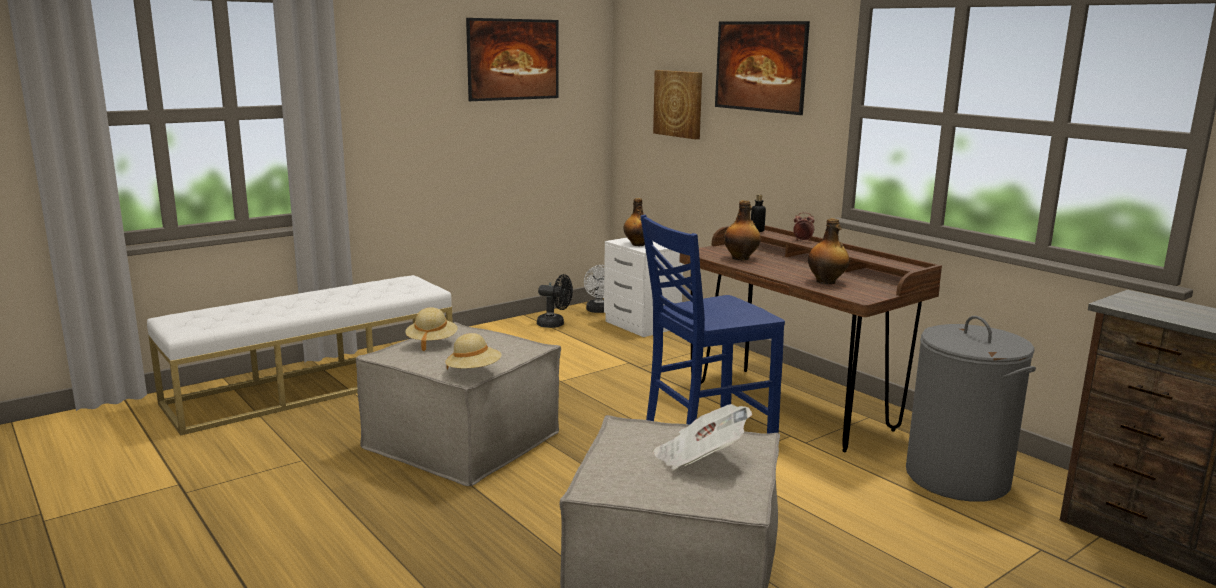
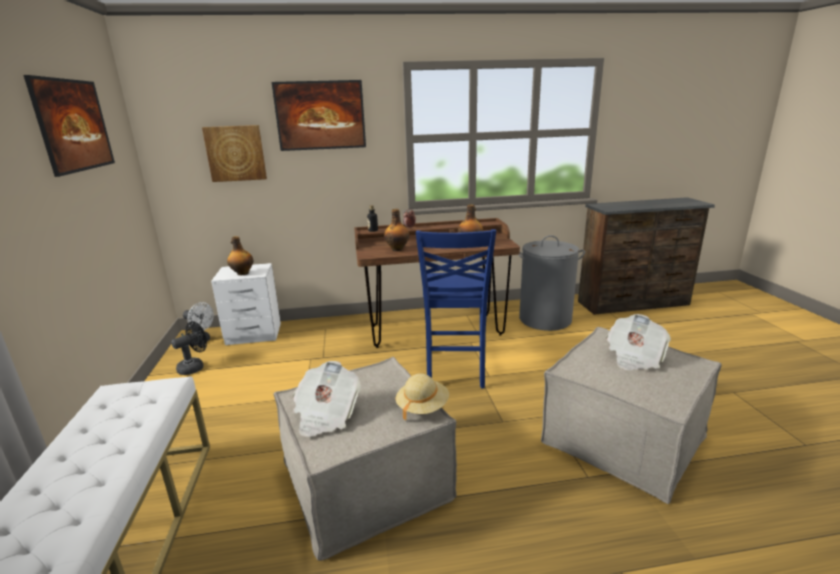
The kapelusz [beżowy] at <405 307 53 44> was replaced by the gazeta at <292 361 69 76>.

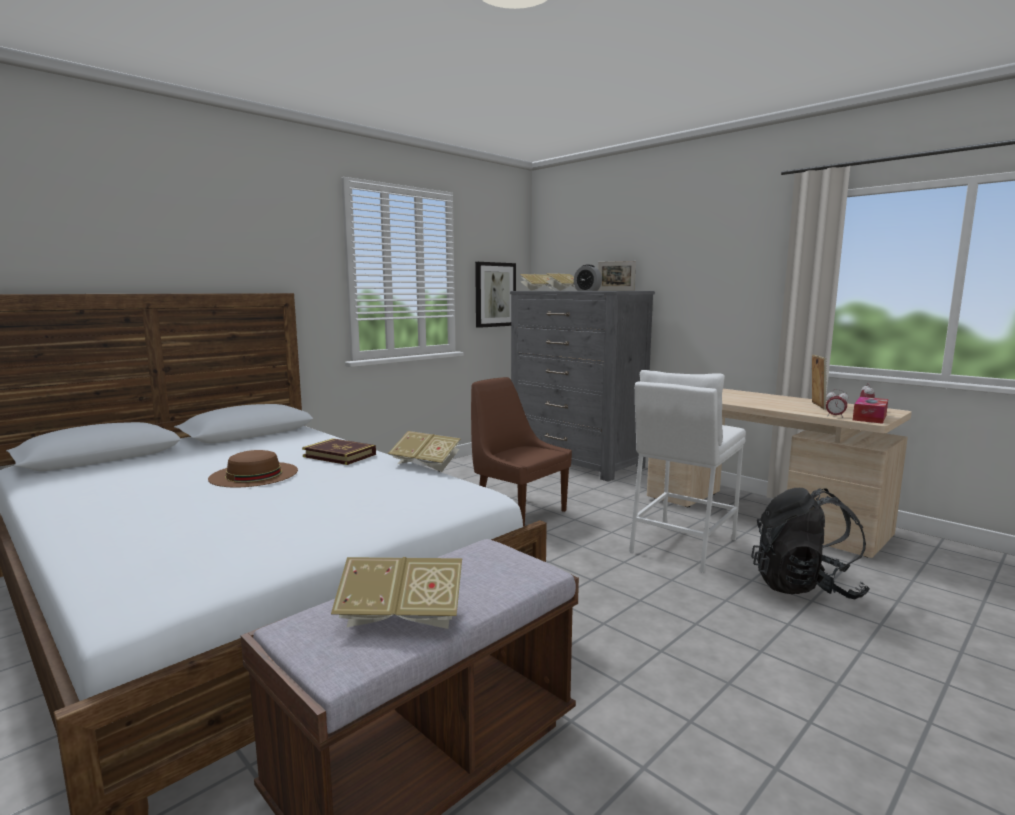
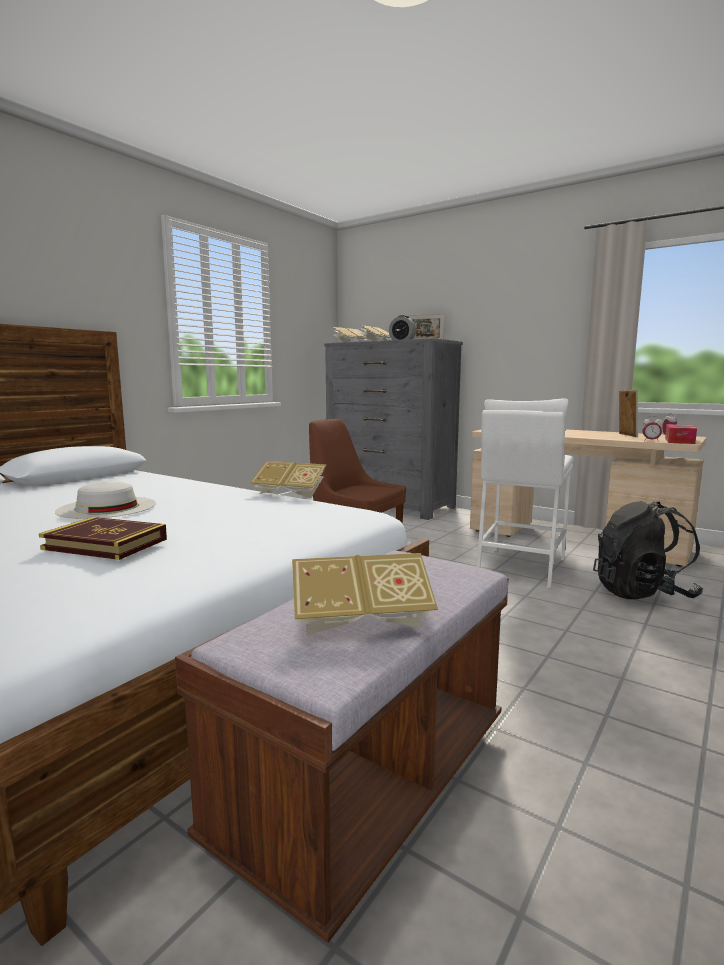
The książka moved from <302 438 74 27> to <39 517 128 43>. The kapelusz [brązowy] at <208 450 90 37> became the kapelusz [biały] at <55 481 101 38>. The obraz at <475 262 41 66> disappeared.

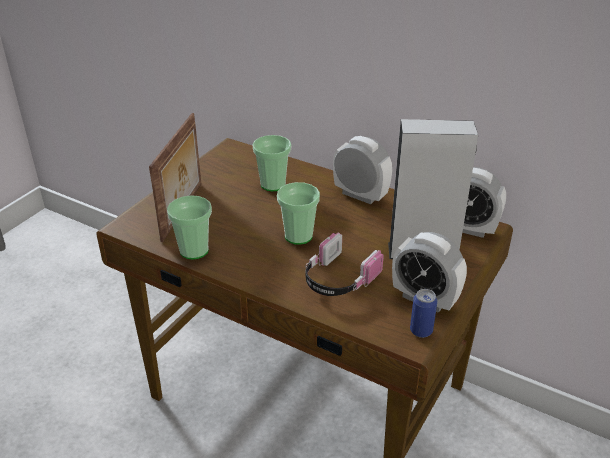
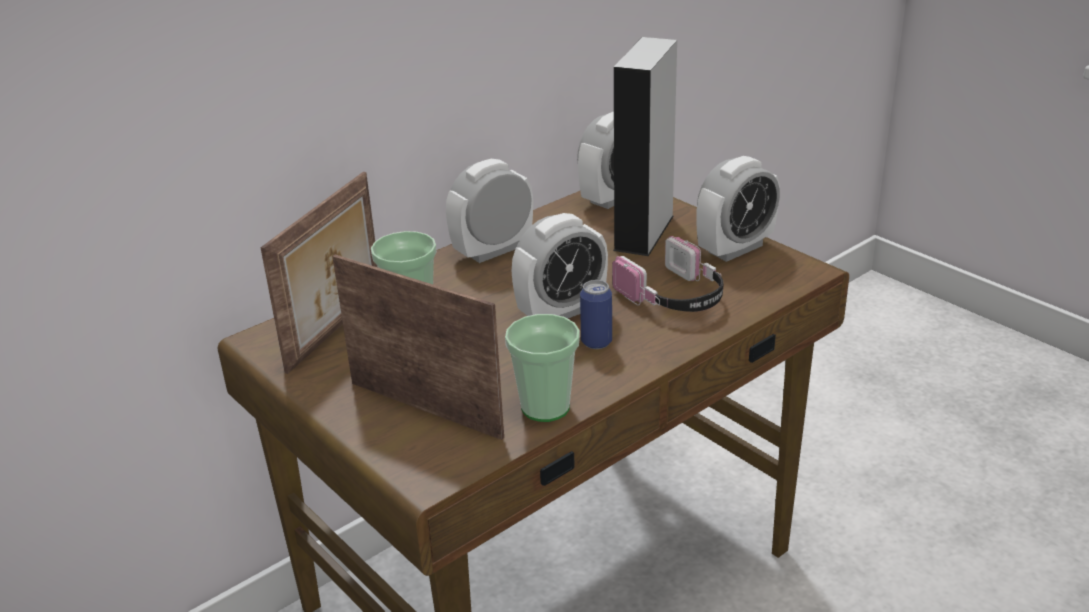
The ramka na zdjęcie at <260 172 117 202> appeared. The filiżanka at <277 182 43 63> was replaced by the budzik at <512 213 96 106>. The puszka moved from <410 289 28 49> to <580 280 32 69>.

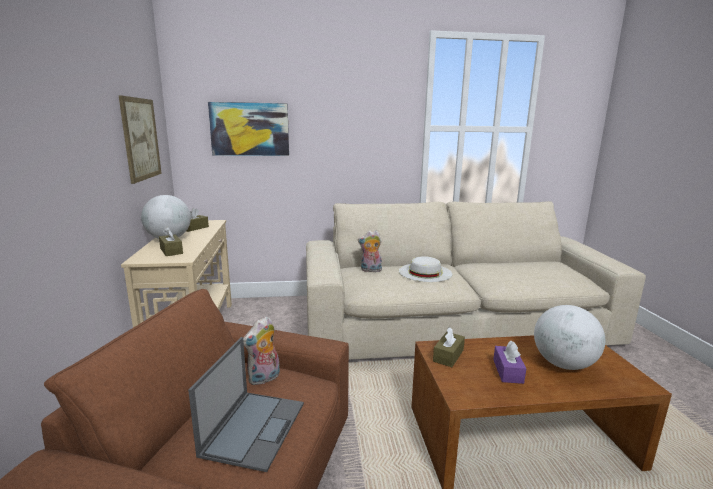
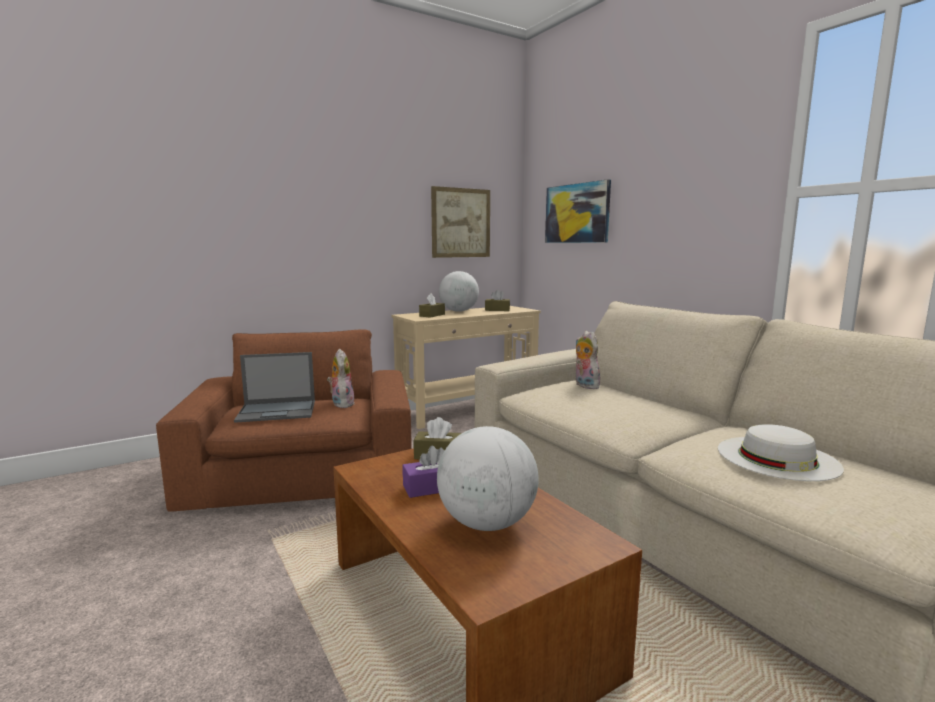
The pluszak at <243 316 37 69> turned 60 degrees clockwise. The kapelusz [biały] moved from <399 256 53 26> to <718 424 126 57>.

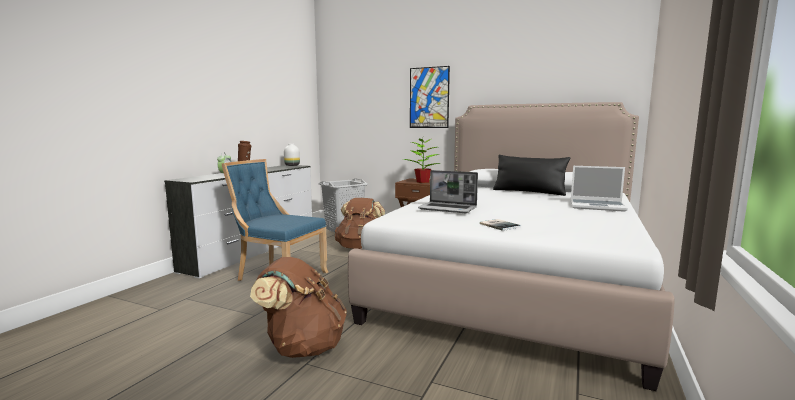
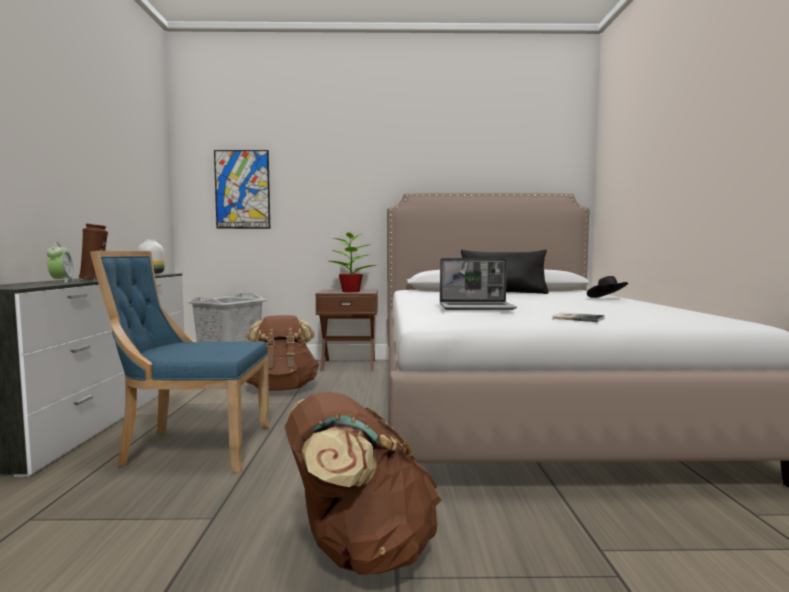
The obraz moved from <410 66 40 62> to <214 150 56 79>. The laptop at <571 166 57 46> was replaced by the kapelusz [czarny] at <587 276 41 22>.

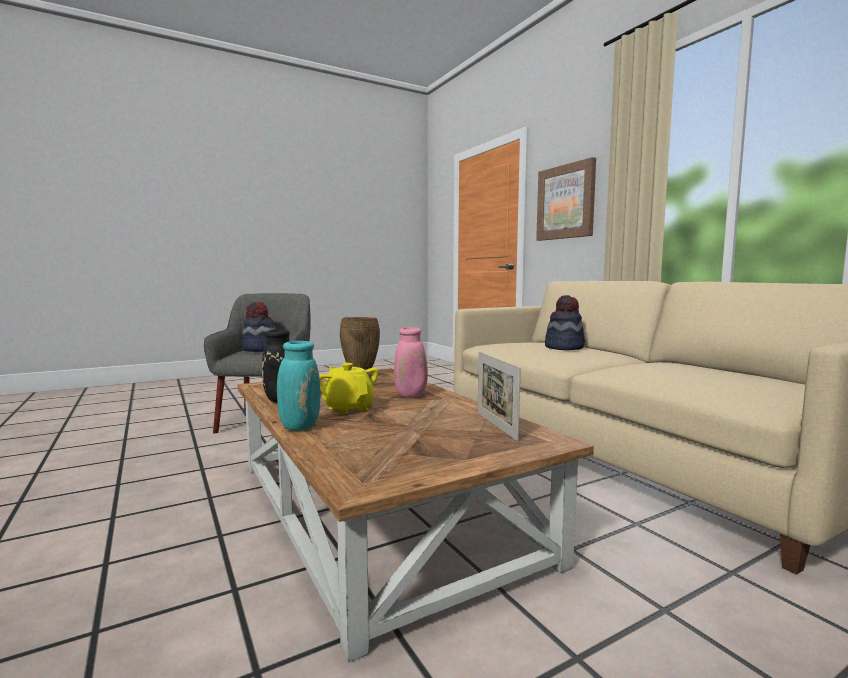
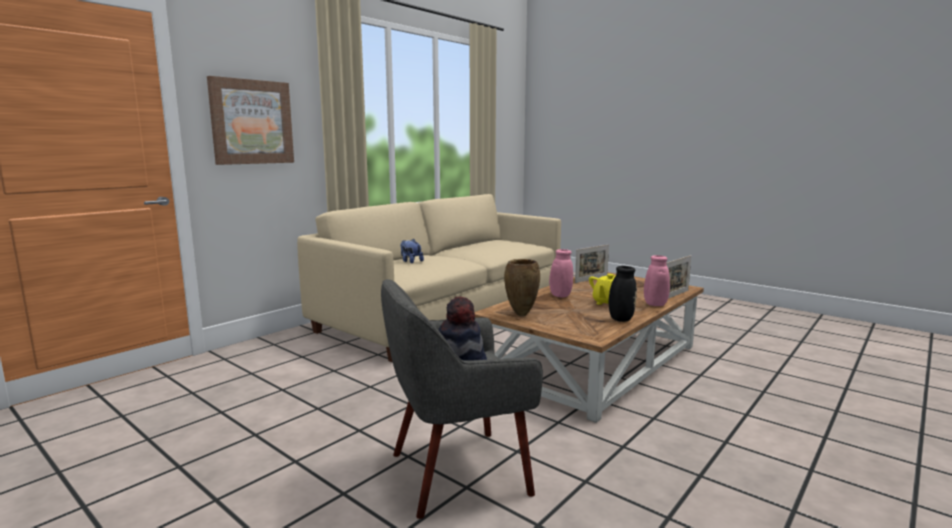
The kapelusz at <545 295 40 55> was replaced by the pluszak at <400 239 24 24>. The wazon [turkusowy] at <277 341 43 90> became the wazon [różowy] at <644 255 26 51>. The ramka na zdjęcie at <666 255 25 44> appeared.

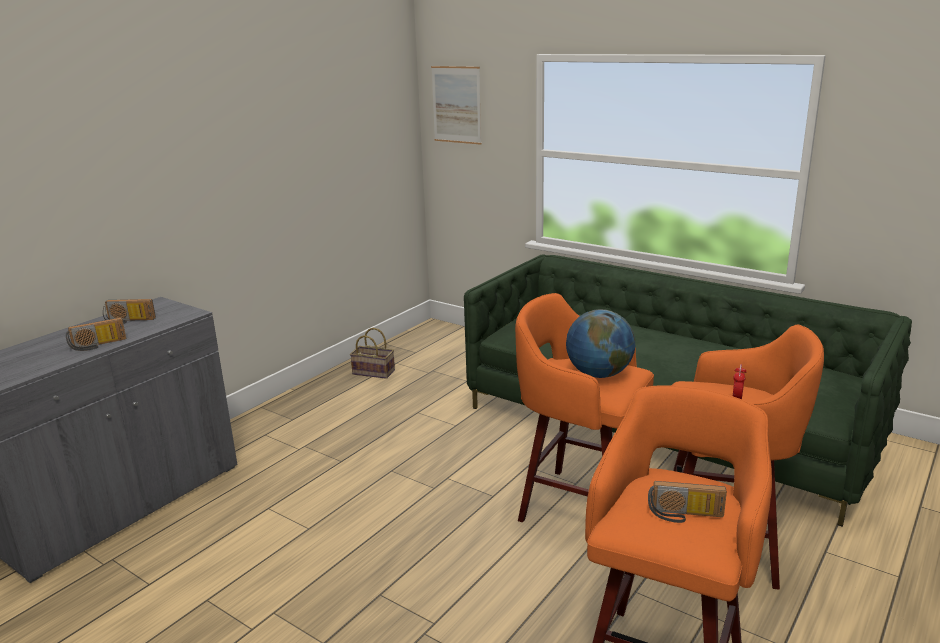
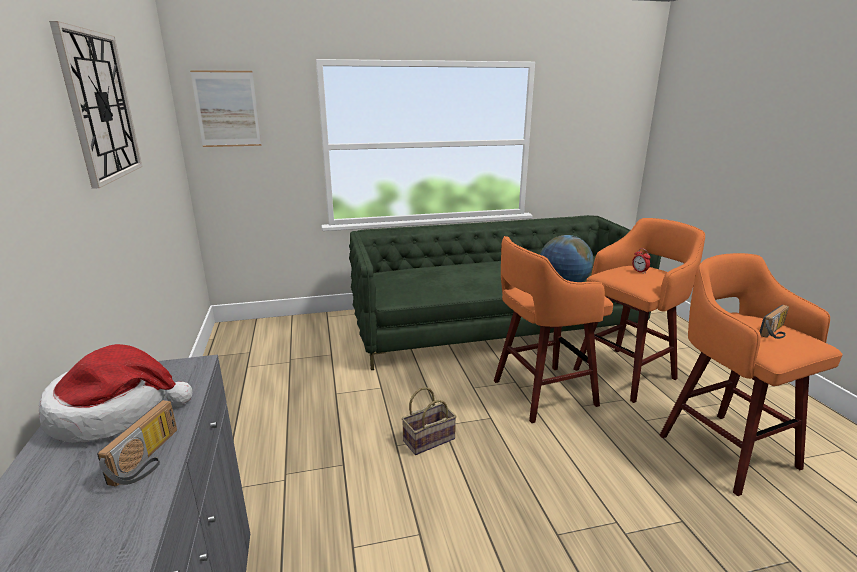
The radio at <103 299 53 25> was replaced by the kapelusz at <39 344 153 99>. The zegar ścienny at <49 21 93 168> appeared. The koszyk moved from <350 328 45 51> to <402 387 55 68>.

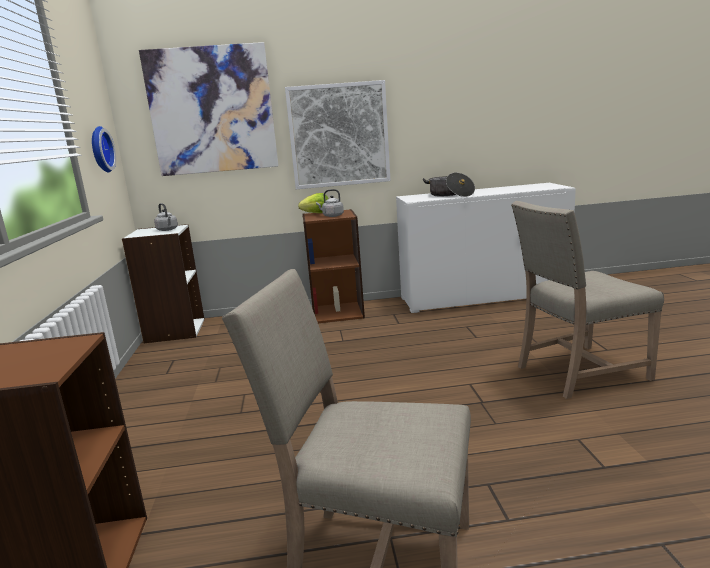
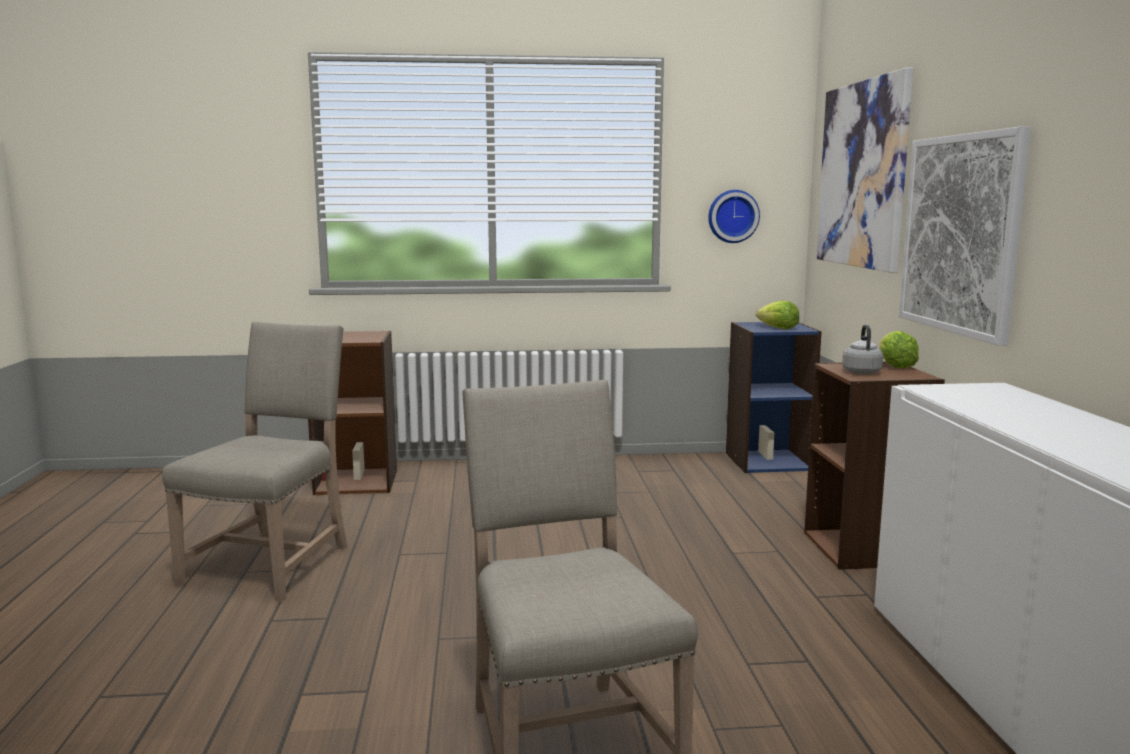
The regał [biały] at <122 224 83 119> became the regał [niebieski] at <726 322 96 151>. The czajnik [szary] at <154 203 24 28> was replaced by the sałata at <756 300 43 29>. The garnek at <423 173 52 24> disappeared.

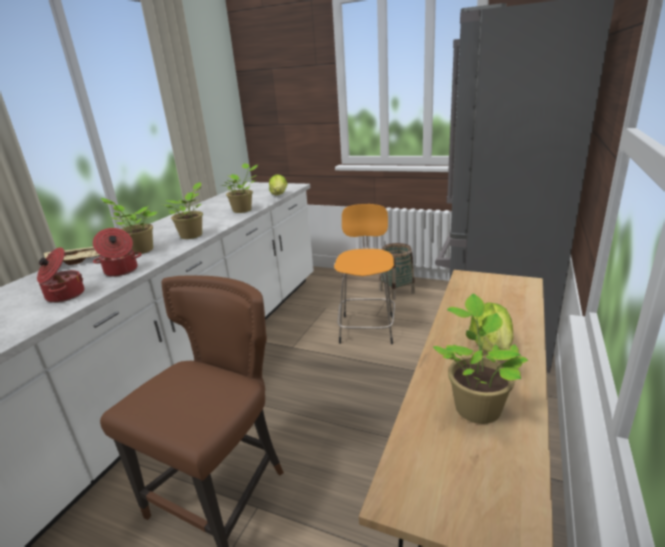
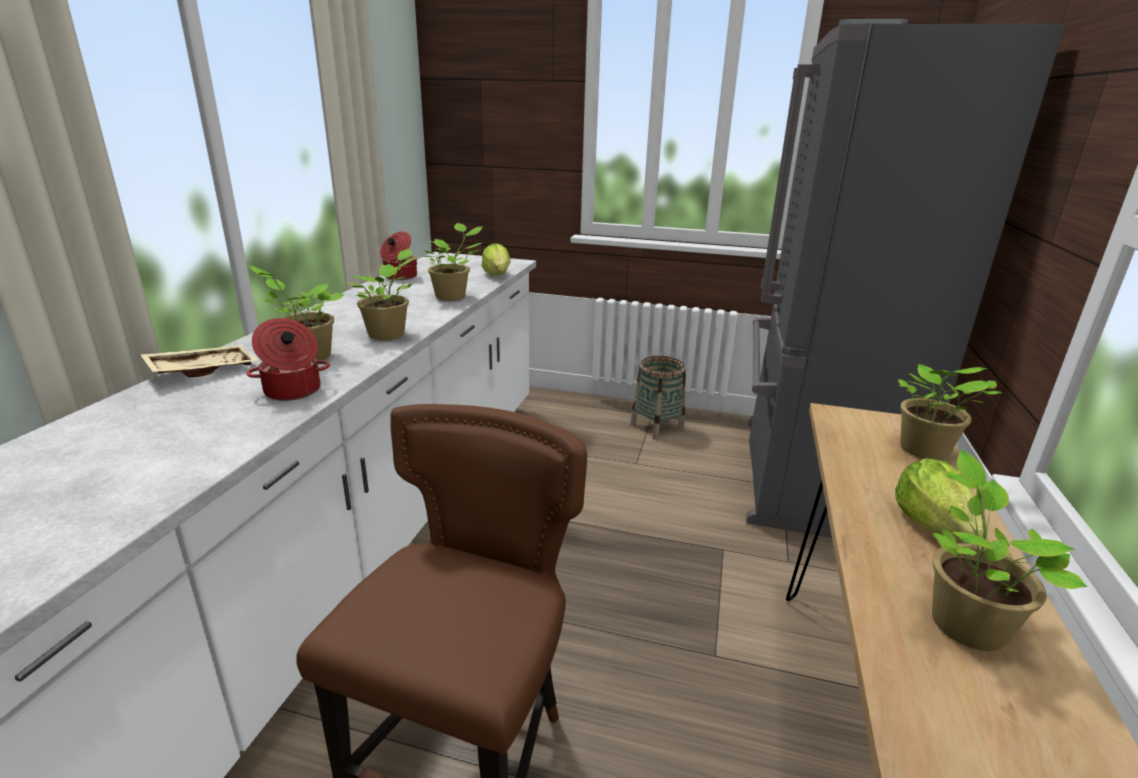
The garnek moved from <37 247 47 56> to <380 231 37 49>. The roślina doniczkowa at <898 364 103 96> appeared. The stołek [pomarańczowy] at <334 204 61 140> disappeared.

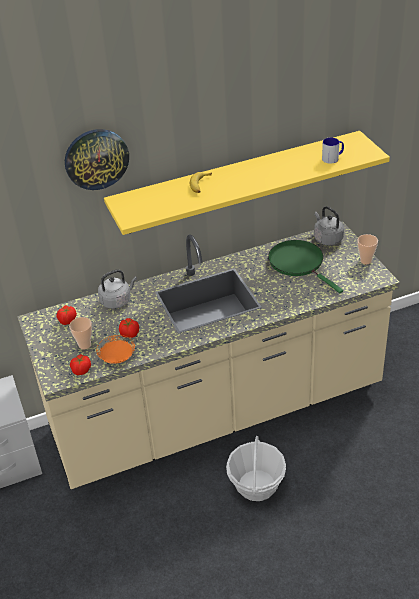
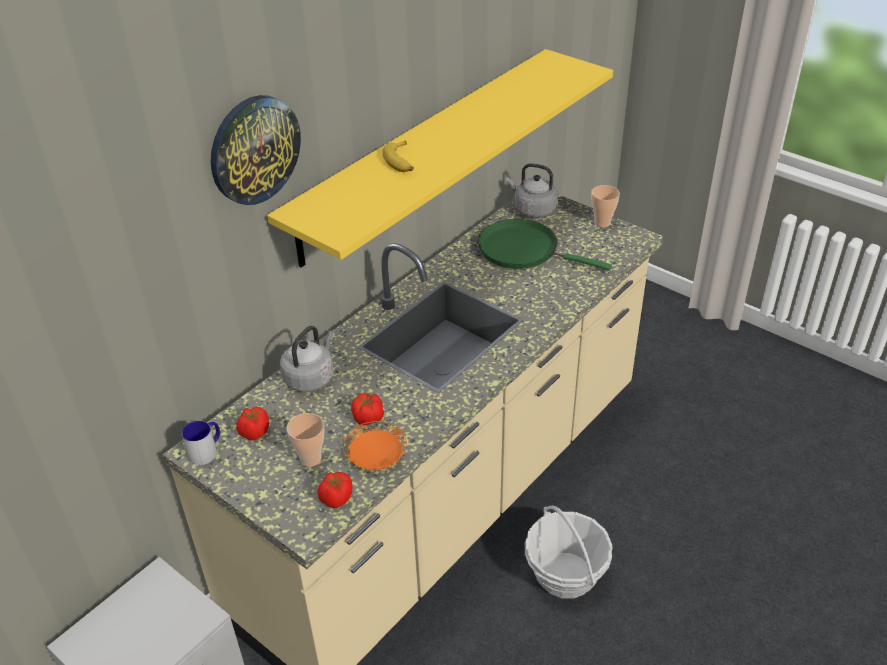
The kubek moved from <322 138 22 26> to <182 421 38 44>.

